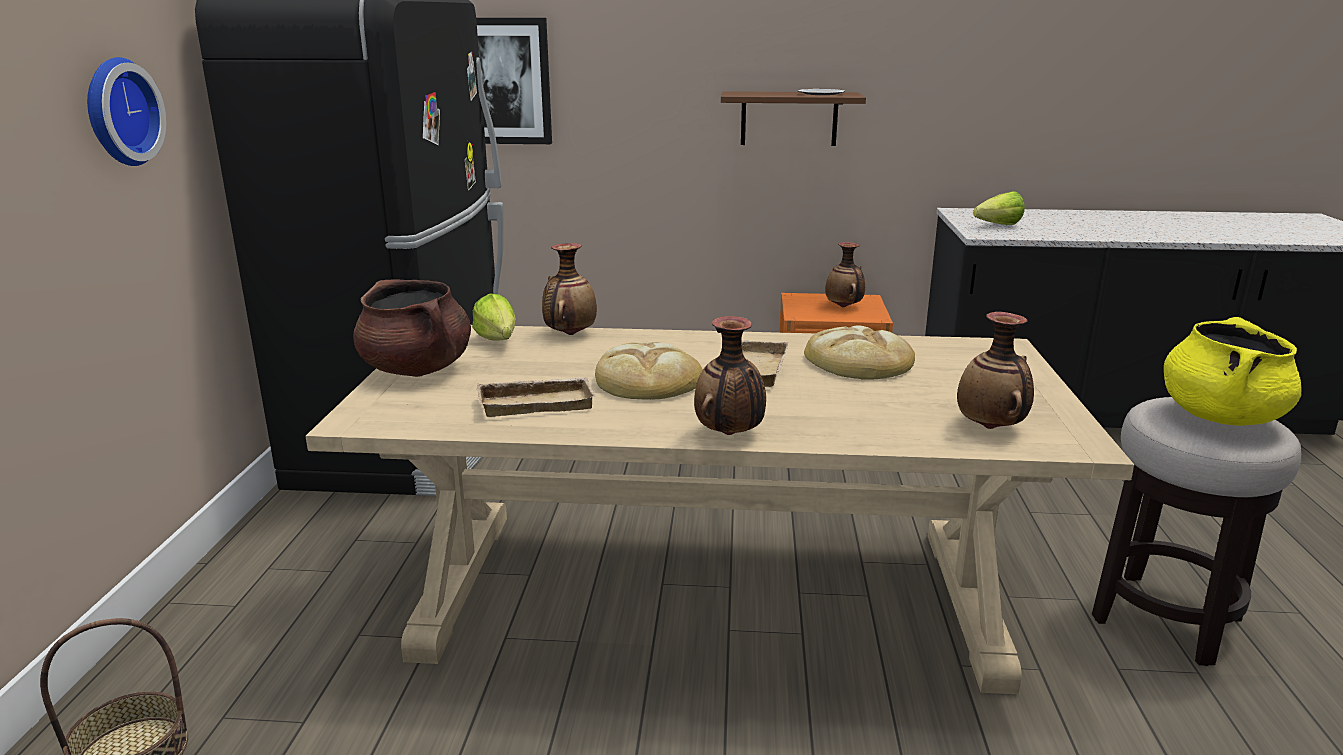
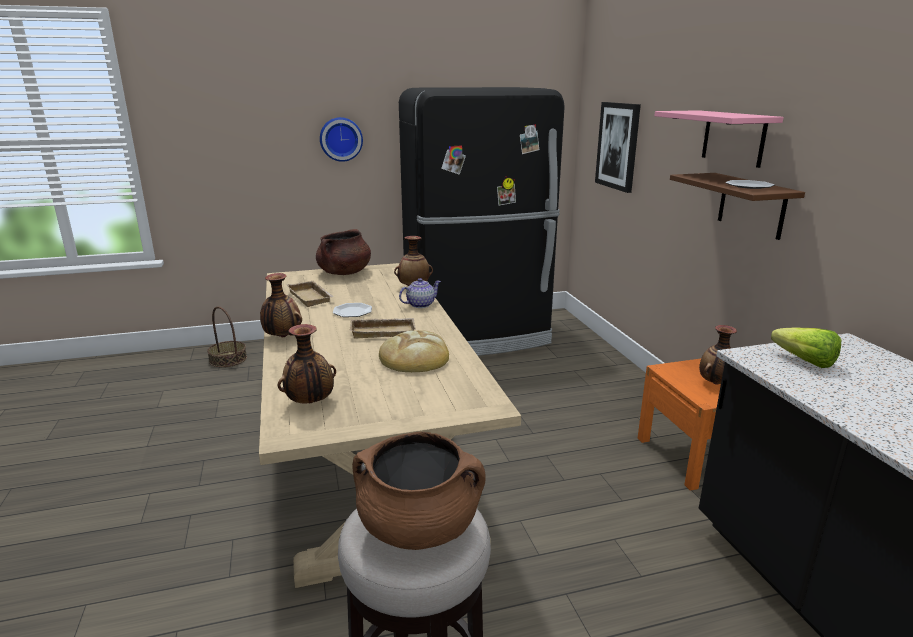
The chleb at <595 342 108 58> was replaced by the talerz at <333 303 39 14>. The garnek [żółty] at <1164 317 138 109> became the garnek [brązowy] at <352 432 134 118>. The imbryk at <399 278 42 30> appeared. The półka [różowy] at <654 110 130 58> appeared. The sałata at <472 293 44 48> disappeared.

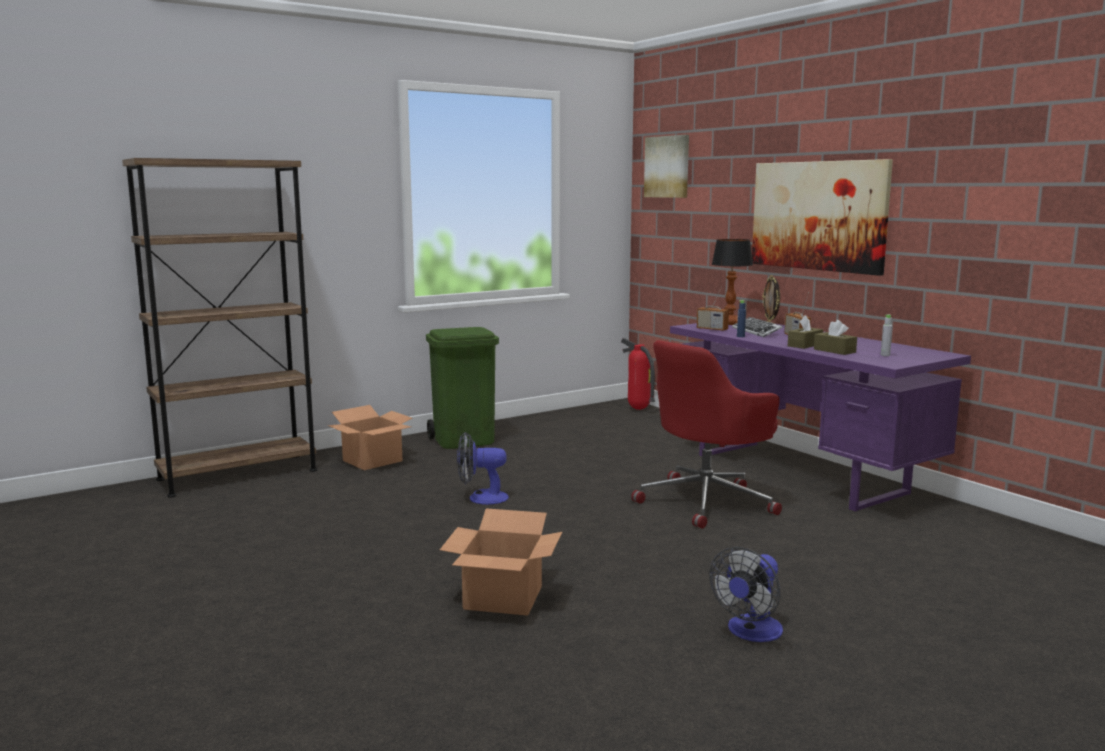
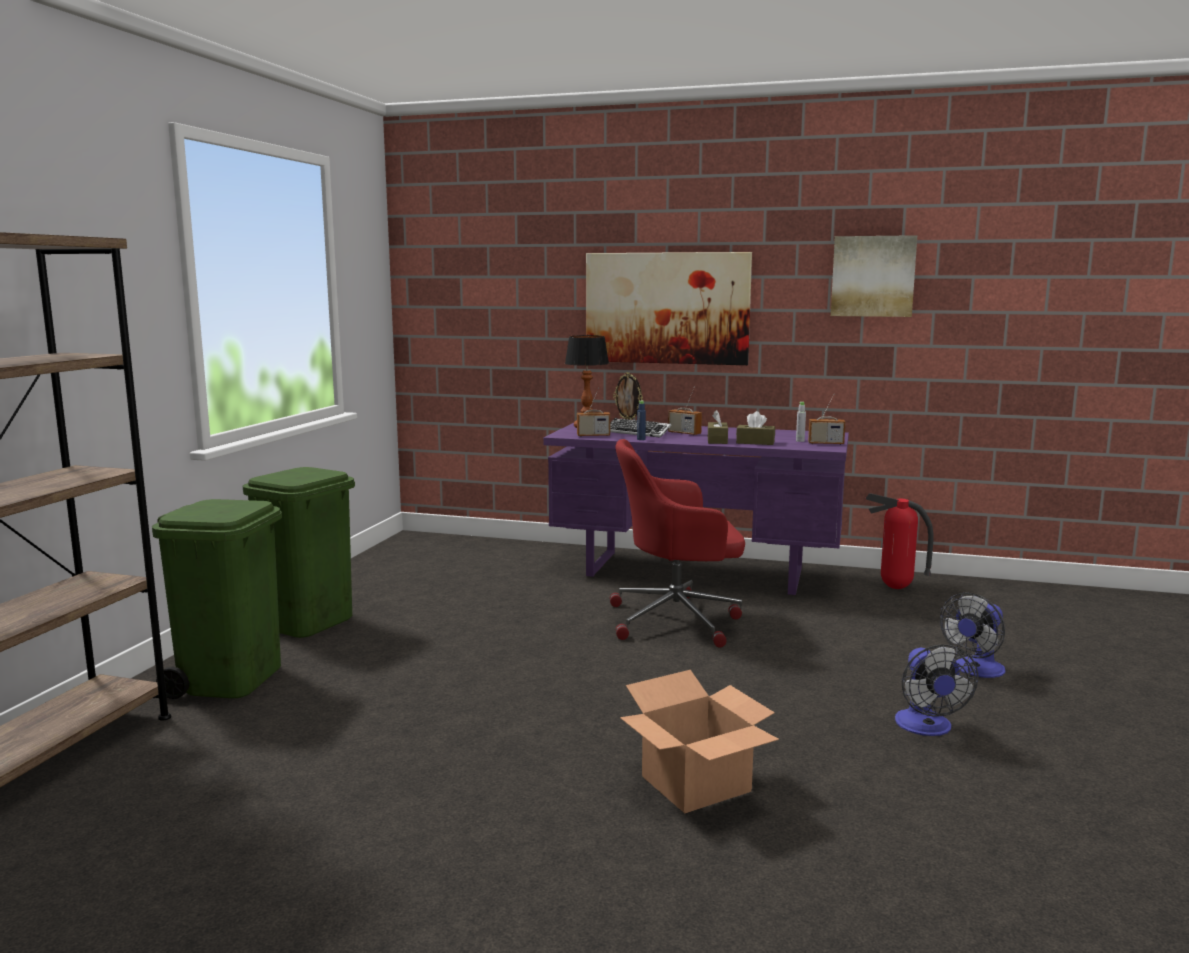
The karton at <328 405 84 65> was replaced by the kosz na śmieci [zielony] at <152 499 130 200>. The krzesło biurowe [czerwony] at <631 340 151 189> turned 75 degrees clockwise. The radio at <808 393 37 52> appeared. The obraz moved from <644 135 45 63> to <831 235 86 82>. The gaśnica moved from <621 338 34 72> to <865 493 69 96>. The wentylator moved from <457 432 52 73> to <940 593 65 85>.

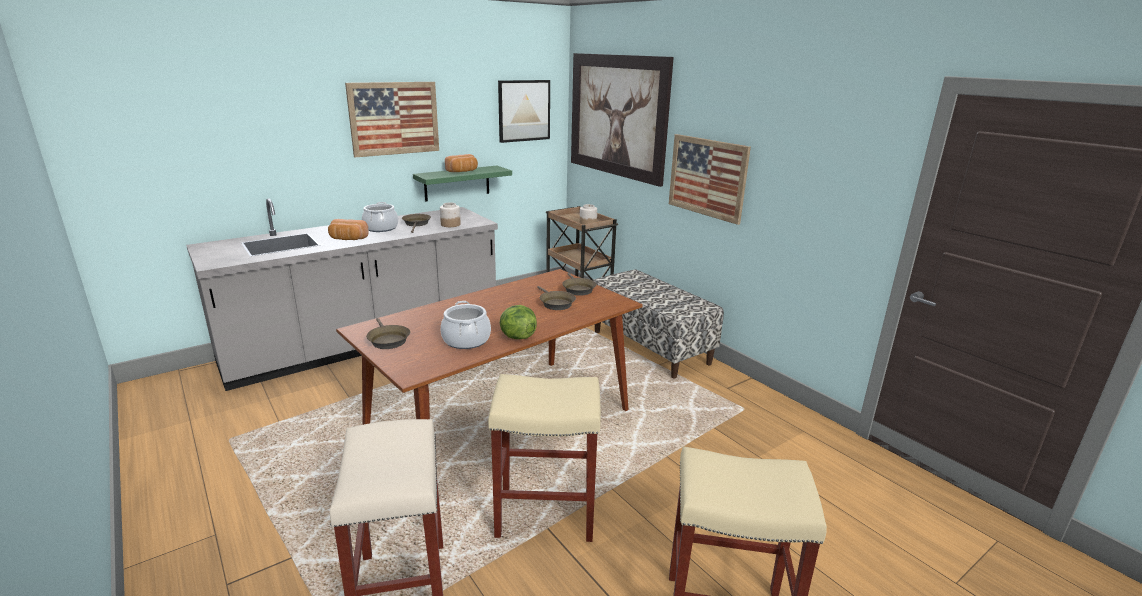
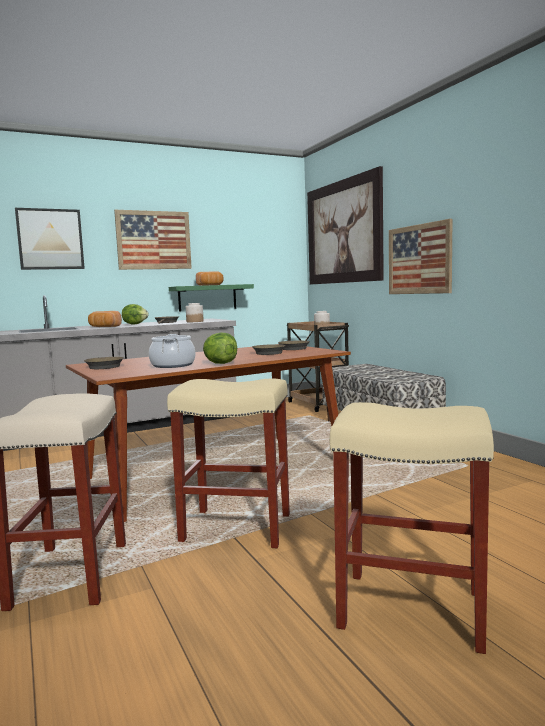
The obraz moved from <498 80 52 63> to <15 208 70 62>. The garnek at <362 202 36 30> was replaced by the sałata at <122 304 27 20>.

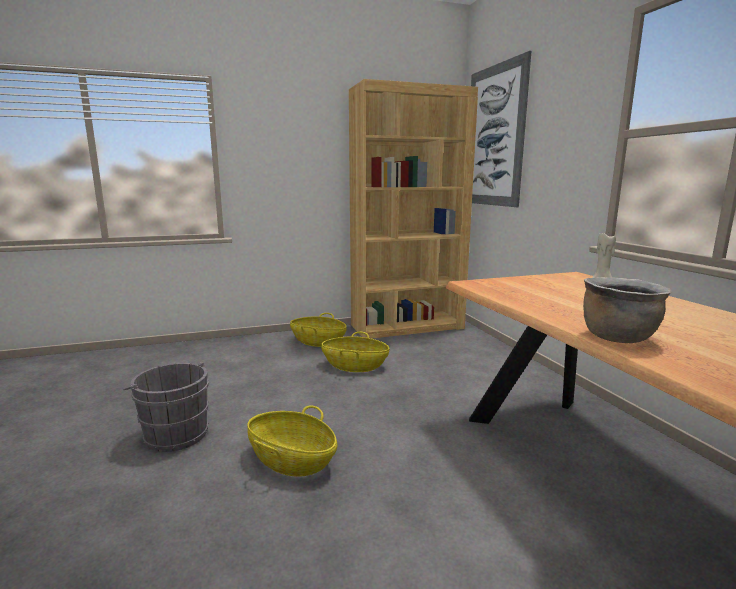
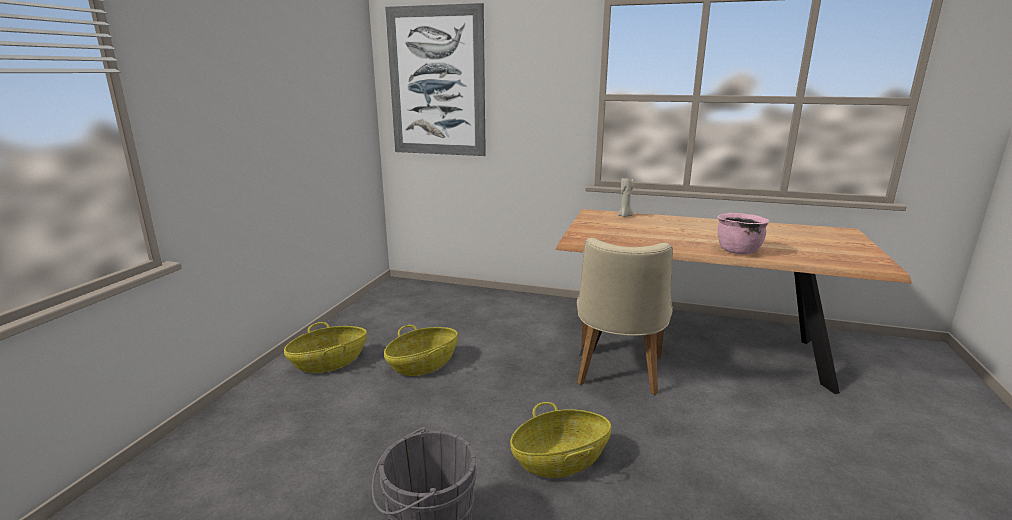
The krzesło [beżowy] at <577 238 96 157> appeared. The garnek [brązowy] at <583 277 88 66> became the garnek [różowy] at <717 213 52 42>. The regał [brązowy] at <349 79 129 260> disappeared.

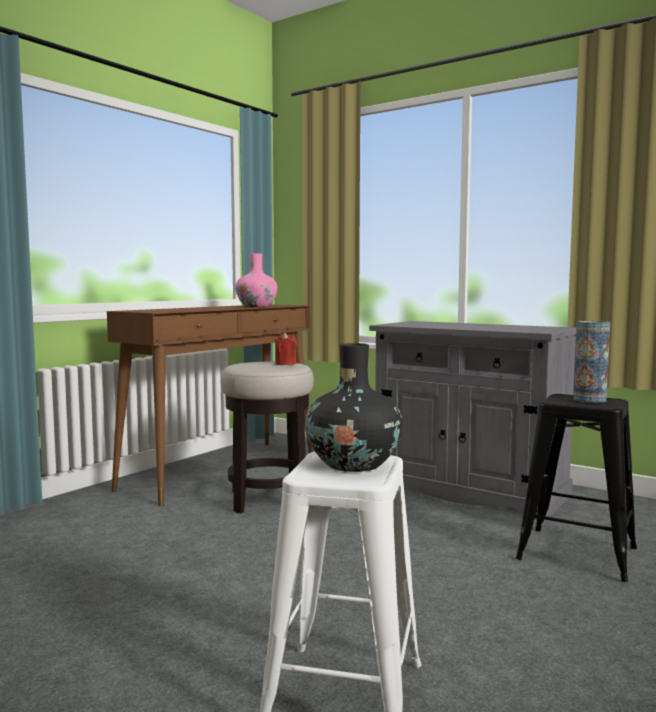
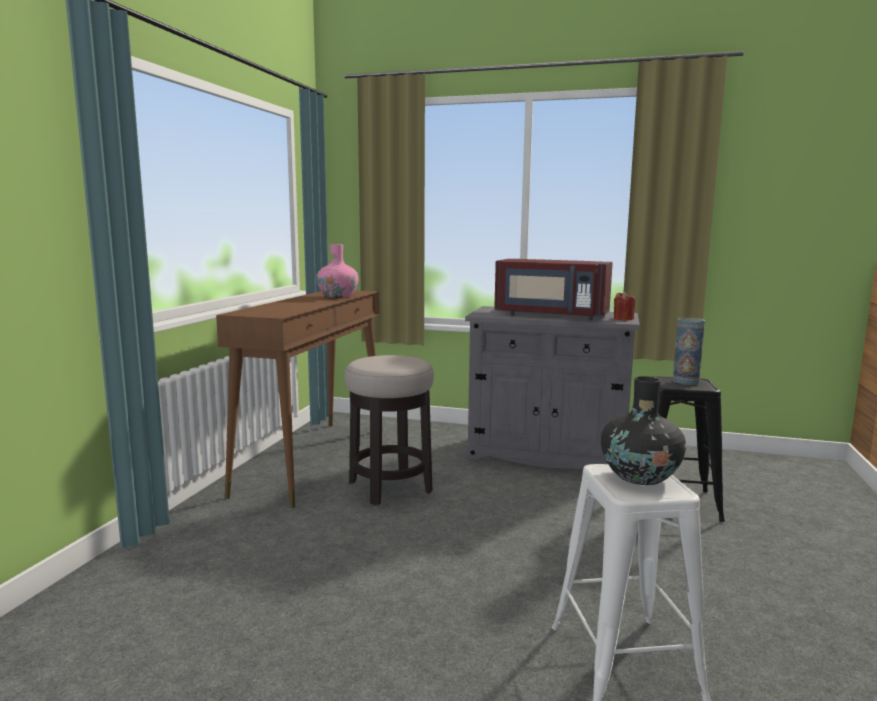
The mikrofalówka [czerwony] at <494 259 119 61> appeared. The świeca [czerwony] moved from <275 332 22 33> to <614 292 21 29>.

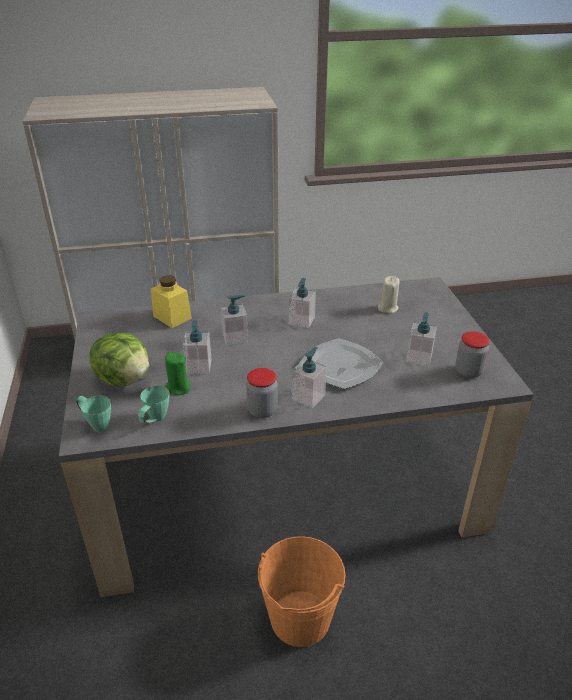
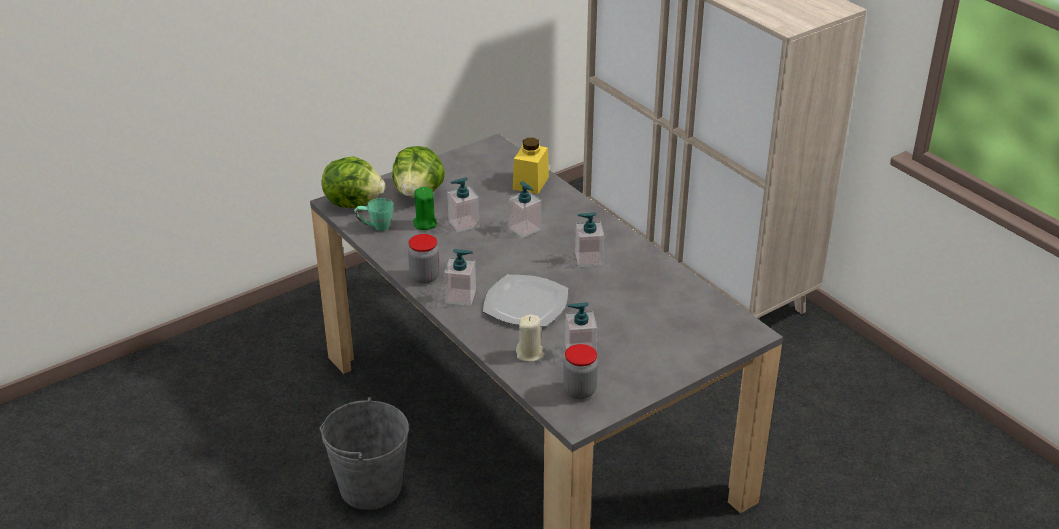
The wiadro [pomarańczowy] at <258 536 88 111> became the wiadro [szary] at <320 397 89 113>. The kubek [zielony] at <76 396 35 36> was replaced by the sałata at <322 156 63 52>. The świeca [beżowy] moved from <378 276 22 38> to <516 314 29 48>.

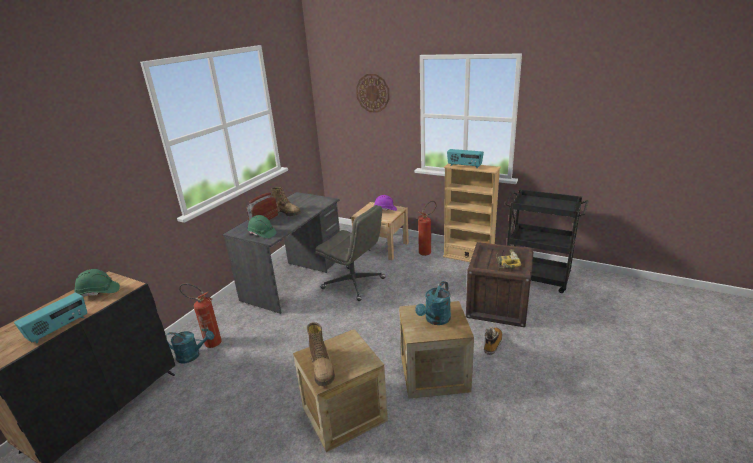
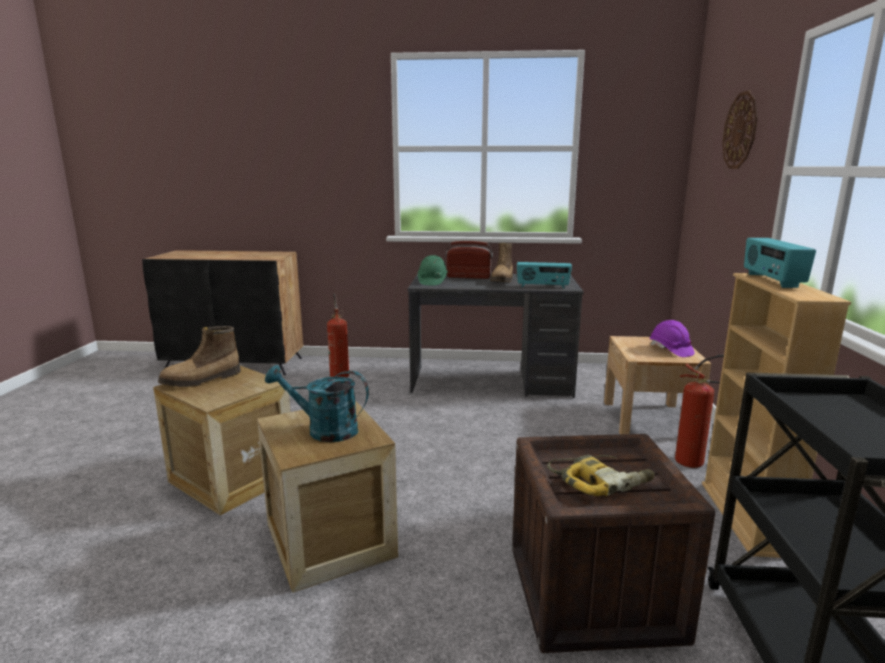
The radio moved from <14 293 73 51> to <517 262 55 27>. The kask [zielony] at <74 269 46 28> disappeared. The konewka [turkusowy] at <166 331 48 32> disappeared. The krzesło biurowe [szary] at <315 205 70 96> disappeared. The but z cholewką at <484 327 19 28> disappeared.

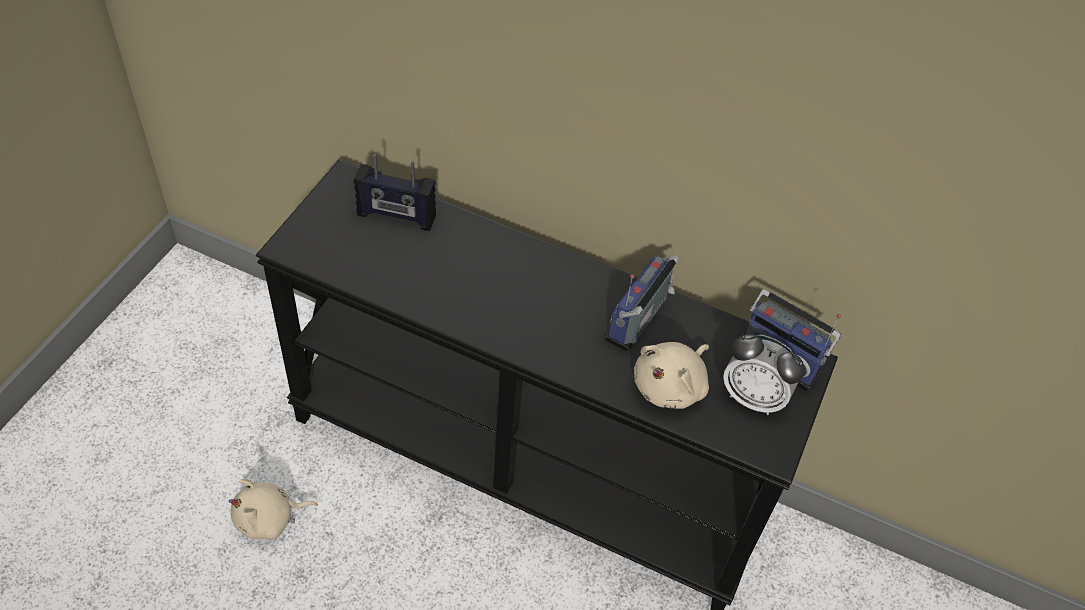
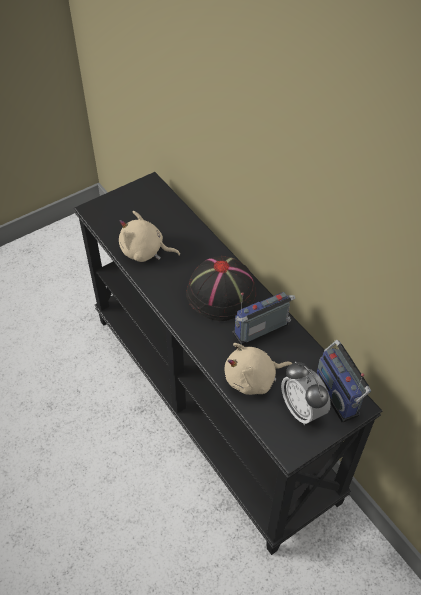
The pluszak [beżowy] moved from <229 479 89 60> to <119 211 61 51>. The kapelusz [czarny] at <186 256 70 65> appeared. The radio at <354 153 82 78> disappeared.

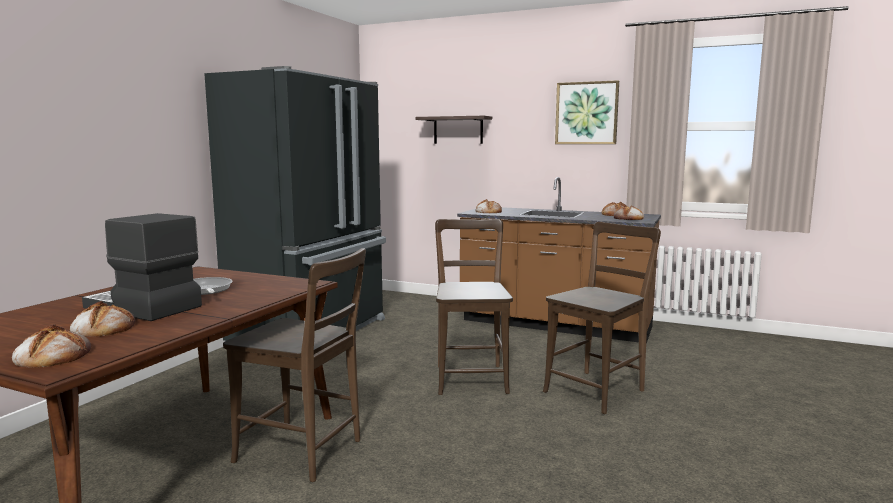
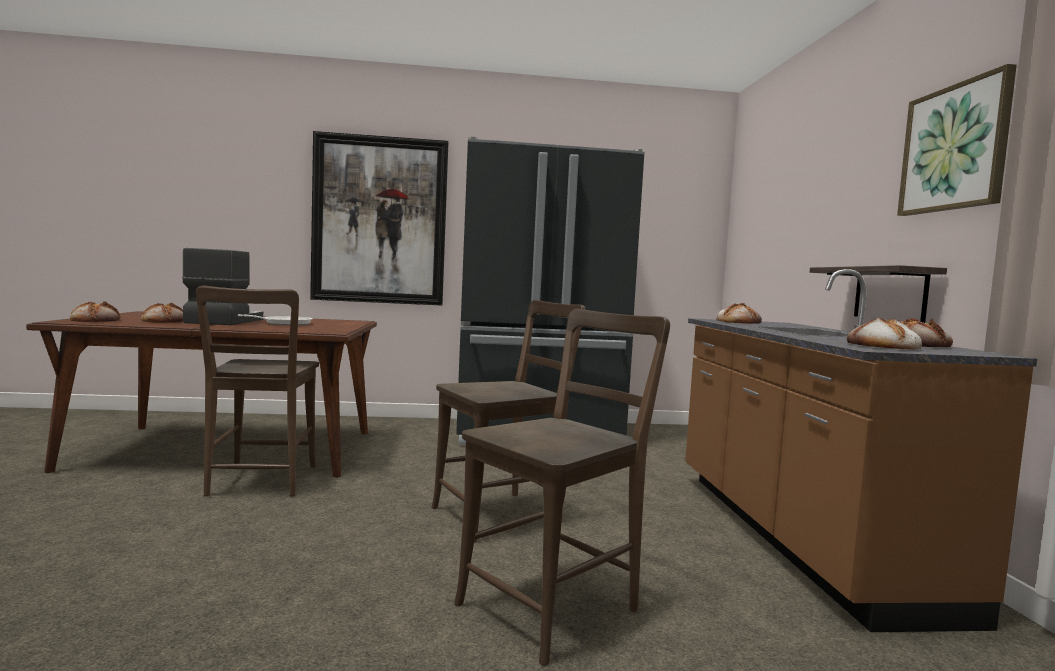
The obraz at <310 131 138 174> appeared. The krzesło [brązowy] at <543 222 118 192> turned 60 degrees counterclockwise. The półka moved from <415 116 77 28> to <810 265 137 58>.

